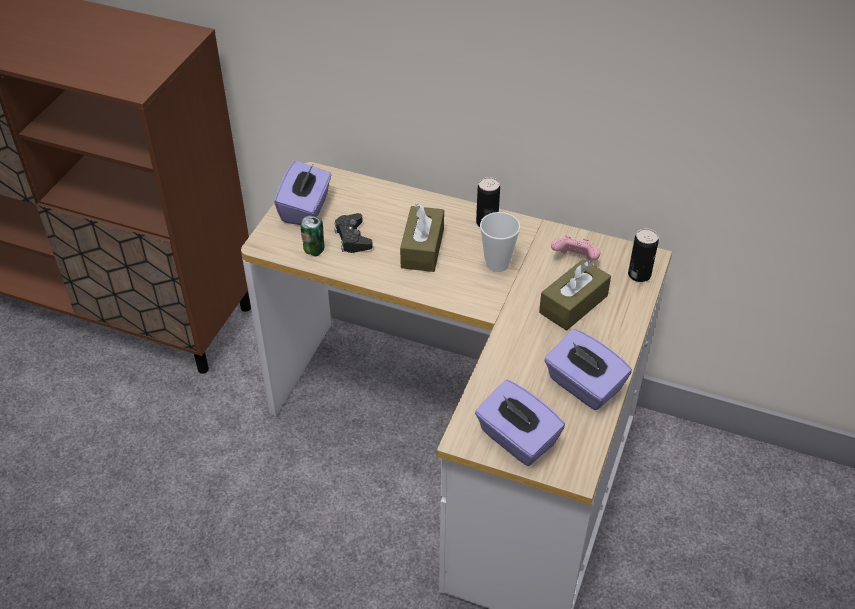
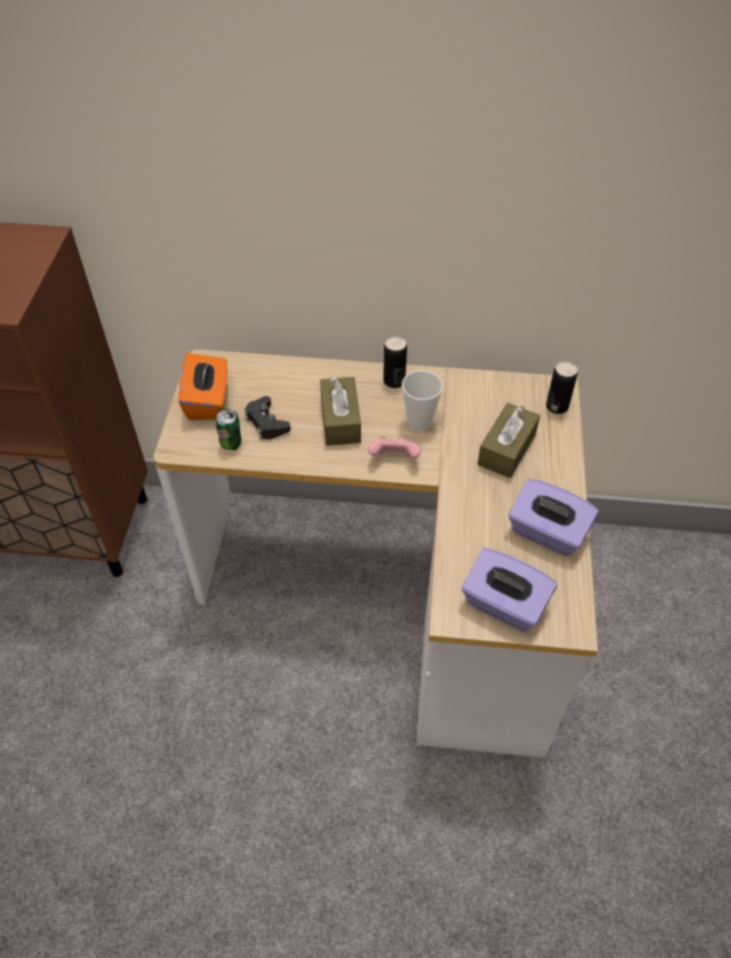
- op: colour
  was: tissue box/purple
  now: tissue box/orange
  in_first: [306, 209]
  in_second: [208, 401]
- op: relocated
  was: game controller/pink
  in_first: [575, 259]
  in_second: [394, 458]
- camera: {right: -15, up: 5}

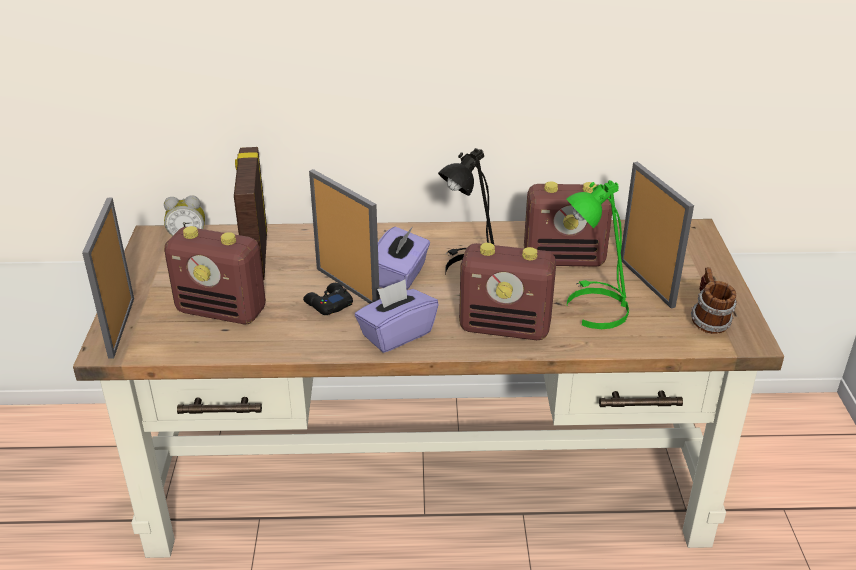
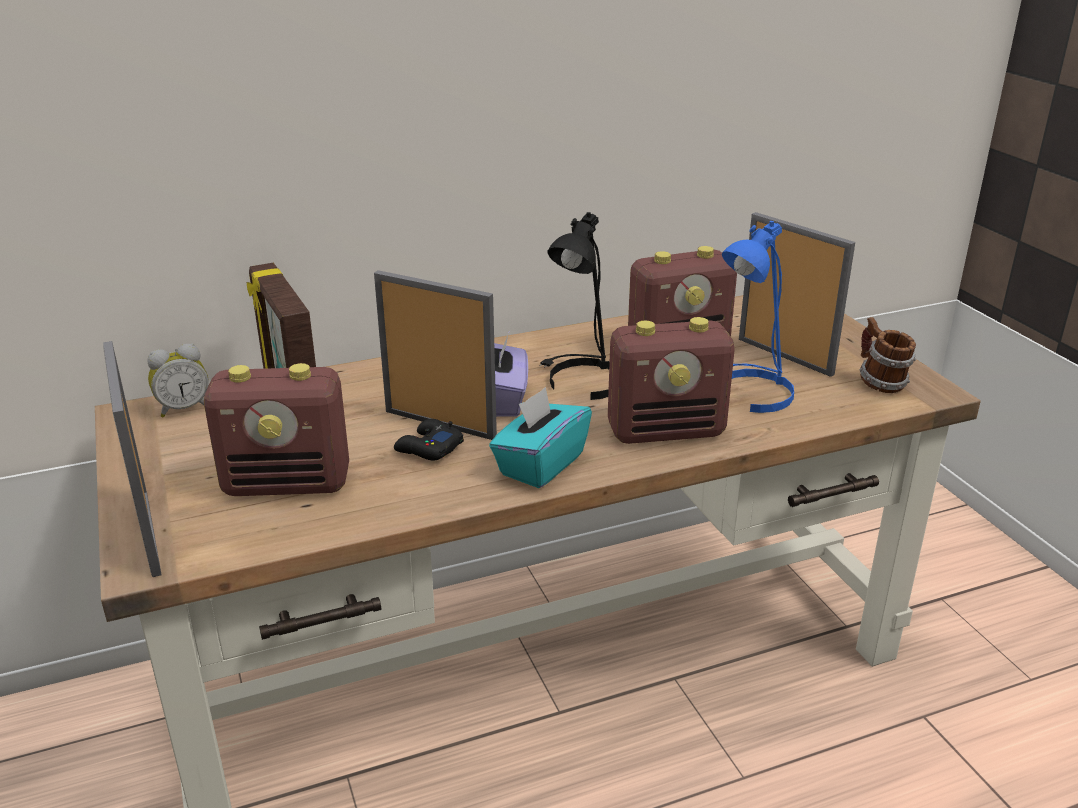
- op: colour
  was: tissue box/purple
  now: tissue box/turquoise
  in_first: [396, 334]
  in_second: [540, 464]
- op: colour
  was: table lamp/green
  now: table lamp/blue
  in_first: [594, 308]
  in_second: [749, 391]
- camera: {right: -20, up: -5}

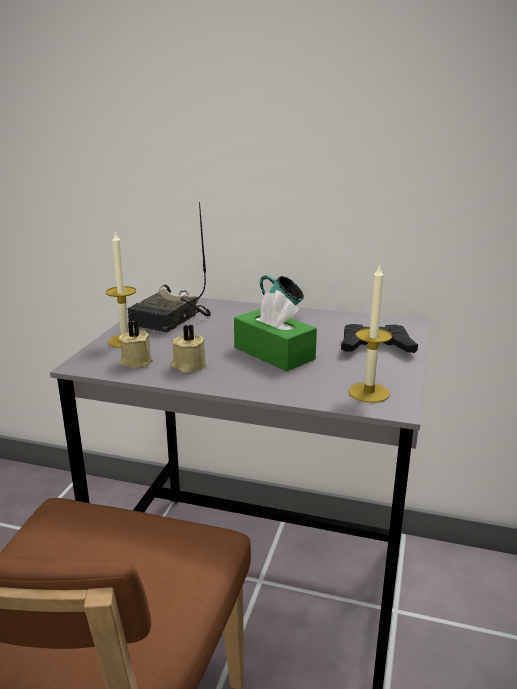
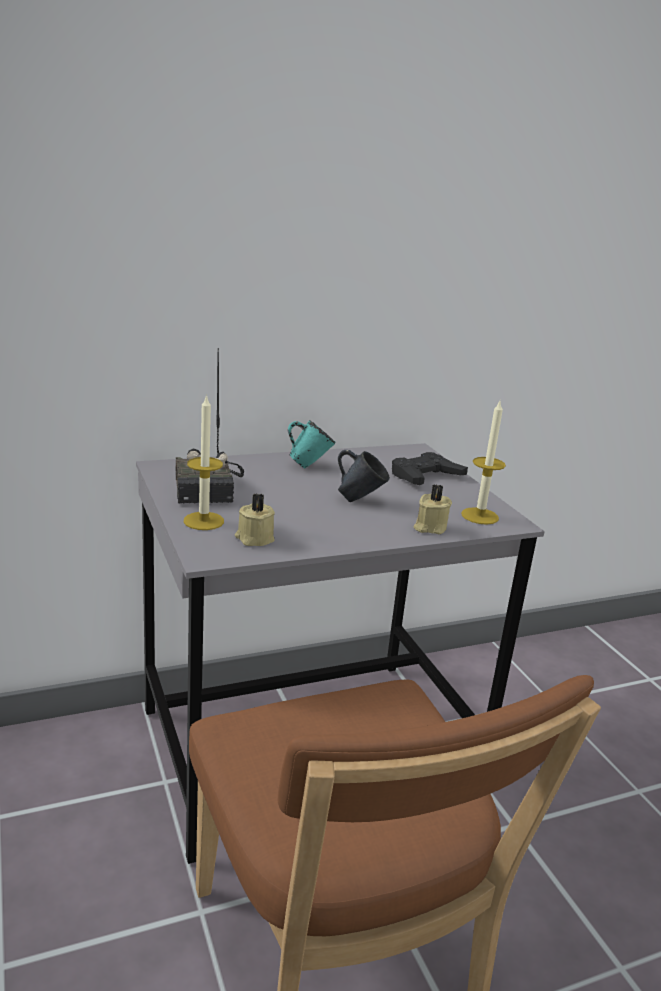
- op: exchanged
  was: tissue box/green
  now: mug/blue
  in_first: [274, 353]
  in_second: [360, 500]
- op: relocated
  was: candle/beige
  in_first: [188, 366]
  in_second: [429, 527]
- camera: {right: -40, up: 0}

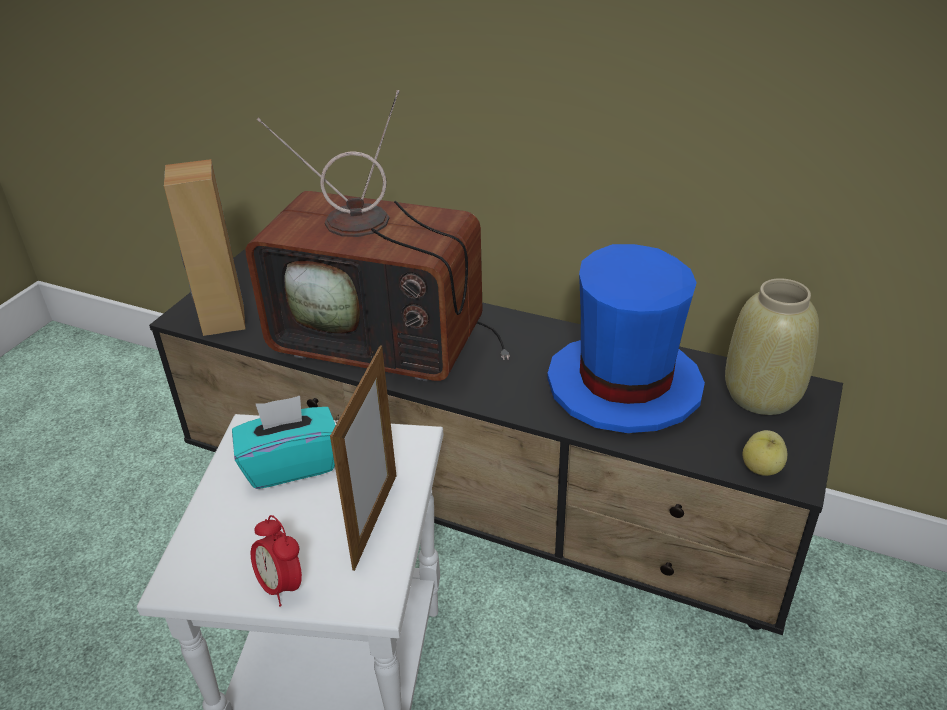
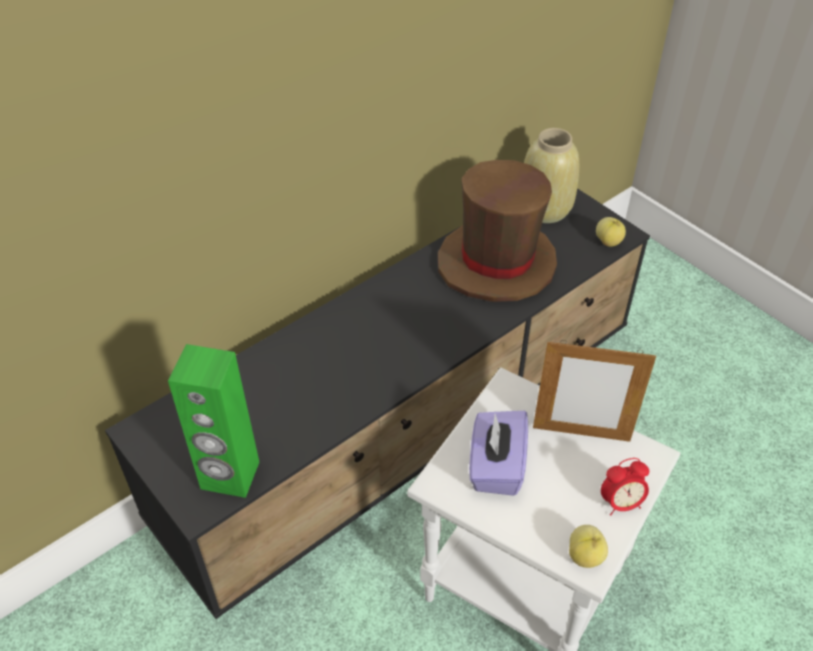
- op: colour
  was: speaker/brown
  now: speaker/green
  in_first: [223, 320]
  in_second: [230, 476]
- op: colour
  was: hat/blue
  now: hat/brown
  in_first: [623, 386]
  in_second: [496, 264]
- op: colour
  was: tissue box/turquoise
  now: tissue box/purple
  in_first: [291, 464]
  in_second: [496, 467]
- op: spun
  was: picture frame
  in_first: [375, 520]
  in_second: [581, 434]
  clockwise: 150
- op: appeared
  now: apple
  in_second: [585, 556]
- op: missing
  was: television
  in_first: [386, 341]
- camera: {right: -65, up: 10}

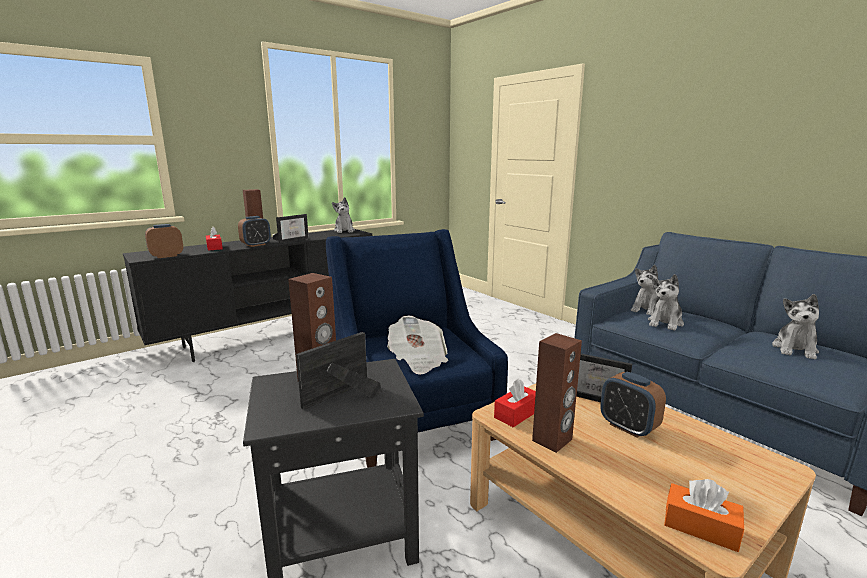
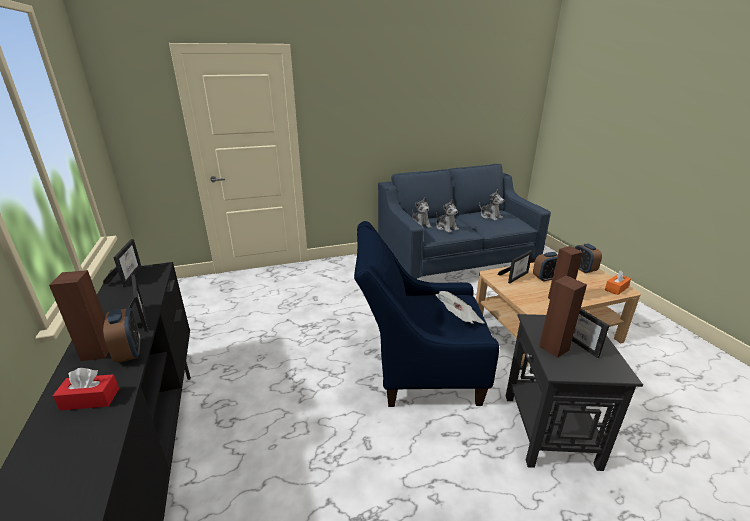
- op: exchanged
  was: plush toy
  now: picture frame
  in_first: [344, 231]
  in_second: [128, 276]
- op: relocated
  was: alarm clock
  in_first: [166, 256]
  in_second: [583, 269]
- op: missing
  was: tissue box/red
  in_first: [517, 414]
- camera: {right: -70, up: 10}

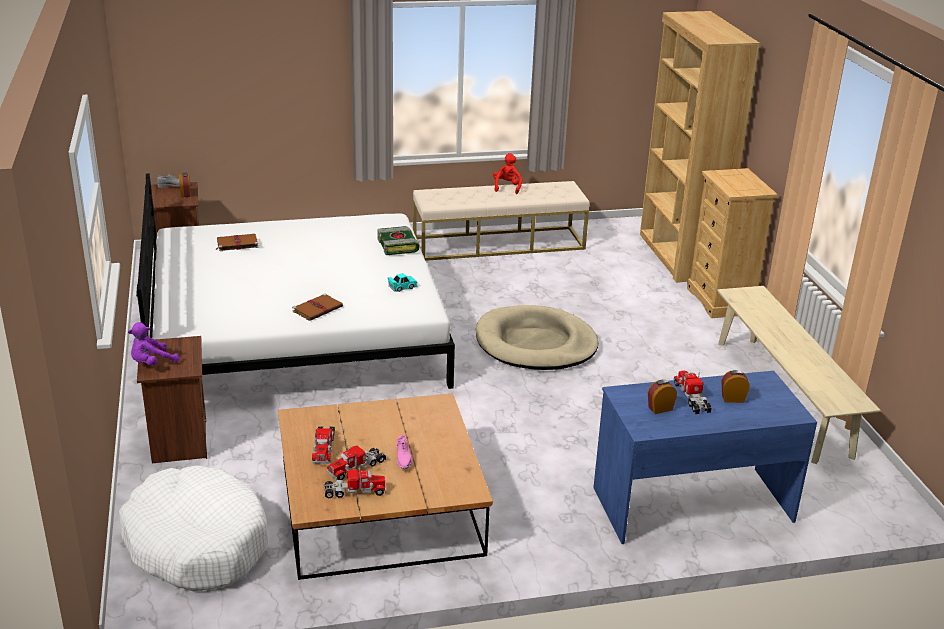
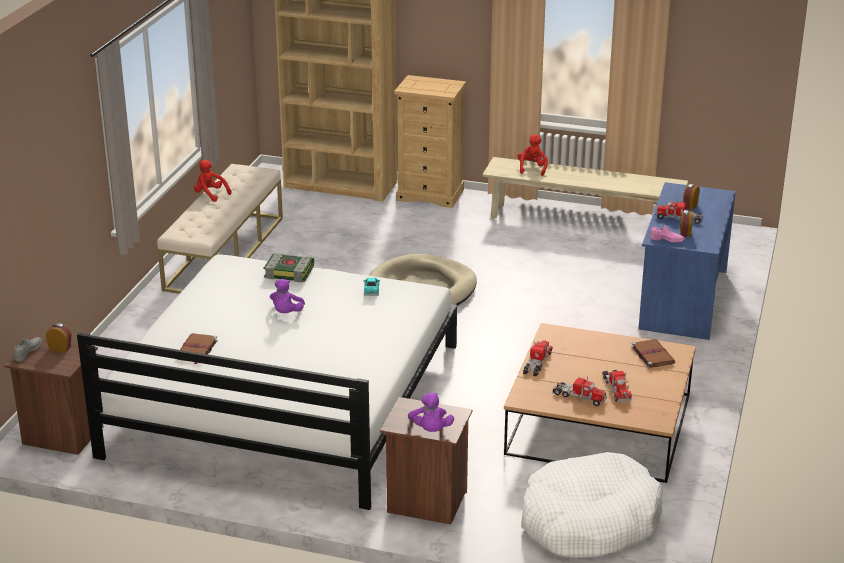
- op: appeared
  now: plush toy/purple
  in_second: [287, 313]
- op: appeared
  now: plush toy/red
  in_second: [532, 168]
- op: relocated
  was: toy truck
  in_first: [354, 491]
  in_second: [537, 363]
- op: relocated
  was: book/brown
  in_first: [318, 309]
  in_second: [652, 355]
- op: relocated
  was: shoe/pink
  in_first: [403, 459]
  in_second: [667, 240]
- camera: {right: -60, up: 0}

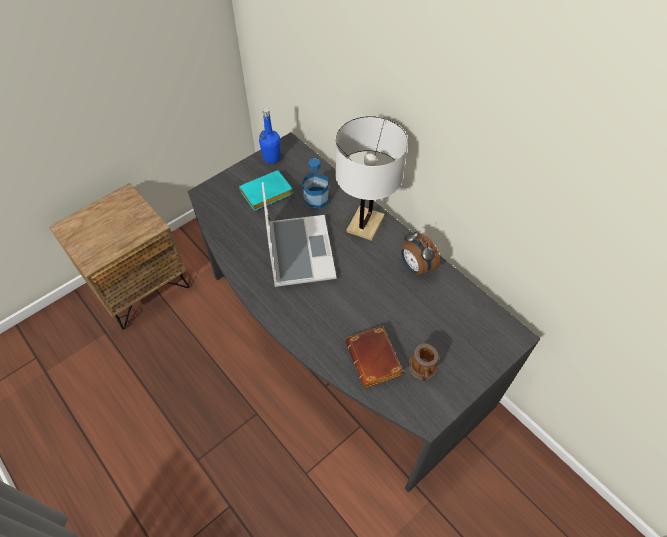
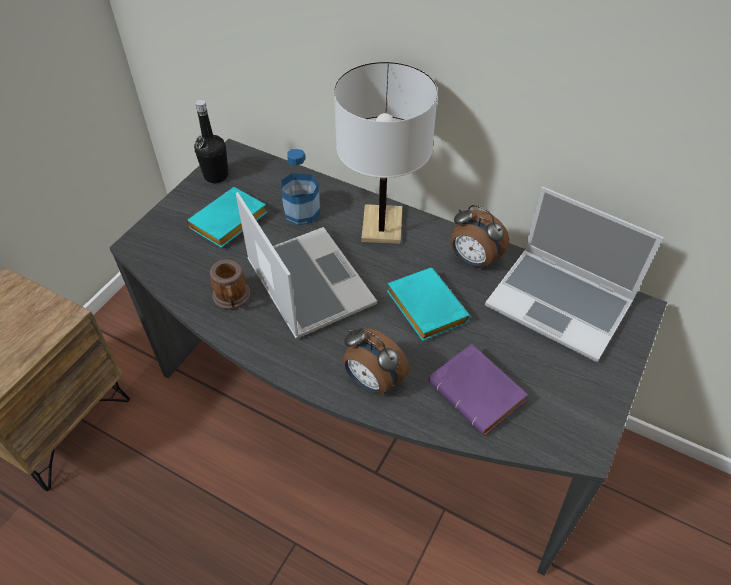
- op: colour
  was: bottle/blue
  now: bottle/black
  in_first: [271, 158]
  in_second: [216, 176]
- op: relocated
  was: mug
  in_first: [422, 370]
  in_second: [232, 299]
- op: appeared
  now: alarm clock
  in_second: [372, 382]
- op: appeared
  now: book/turquoise
  in_second: [423, 307]
- op: colour
  was: book/brown
  now: book/purple
  in_first: [375, 360]
  in_second: [479, 393]
- op: appeared
  now: laptop
  in_second: [560, 304]
- camera: {right: -20, up: -5}

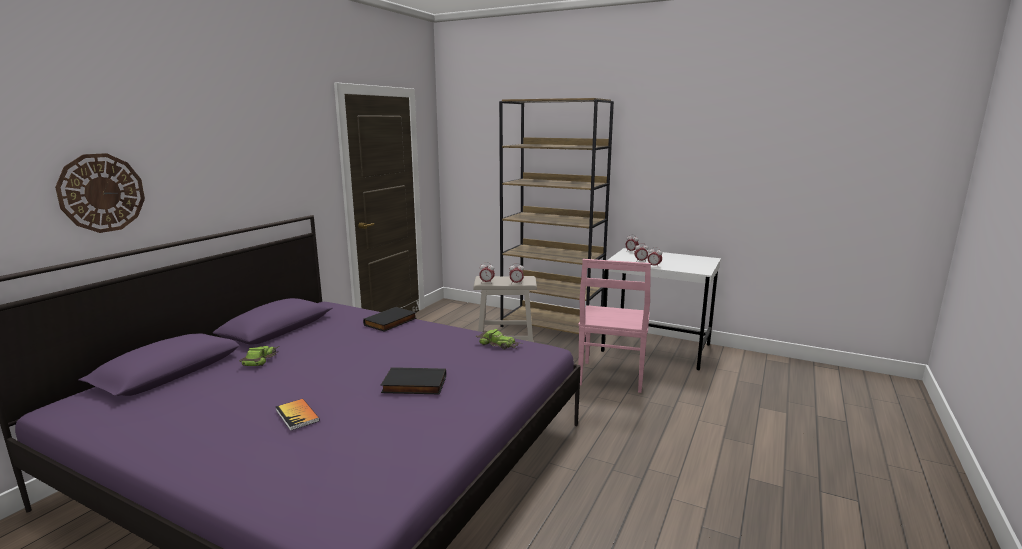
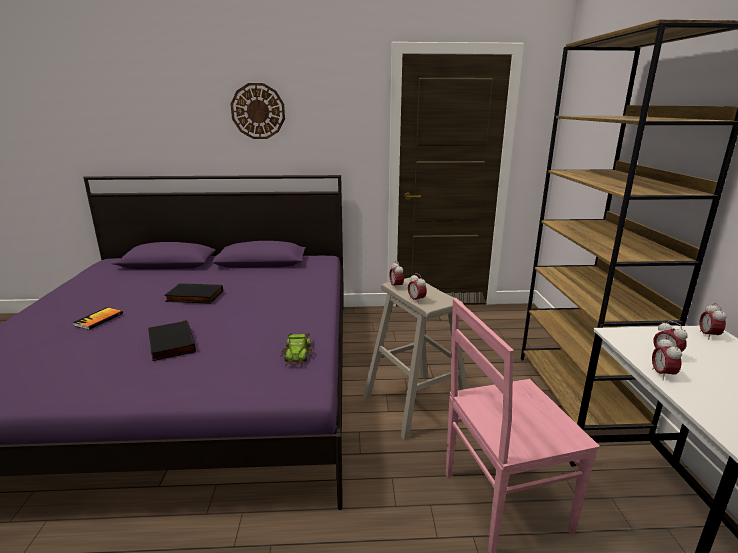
- op: relocated
  was: book/black
  in_first: [391, 322]
  in_second: [194, 297]
- op: relocated
  was: wall clock
  in_first: [101, 193]
  in_second: [258, 111]
- op: missing
  was: toy car
  in_first: [260, 359]
- camera: {right: 60, up: 5}

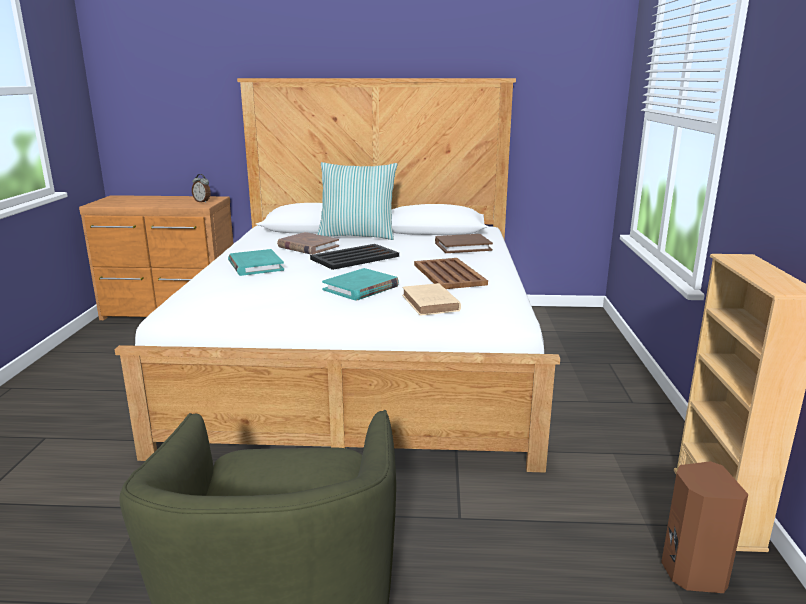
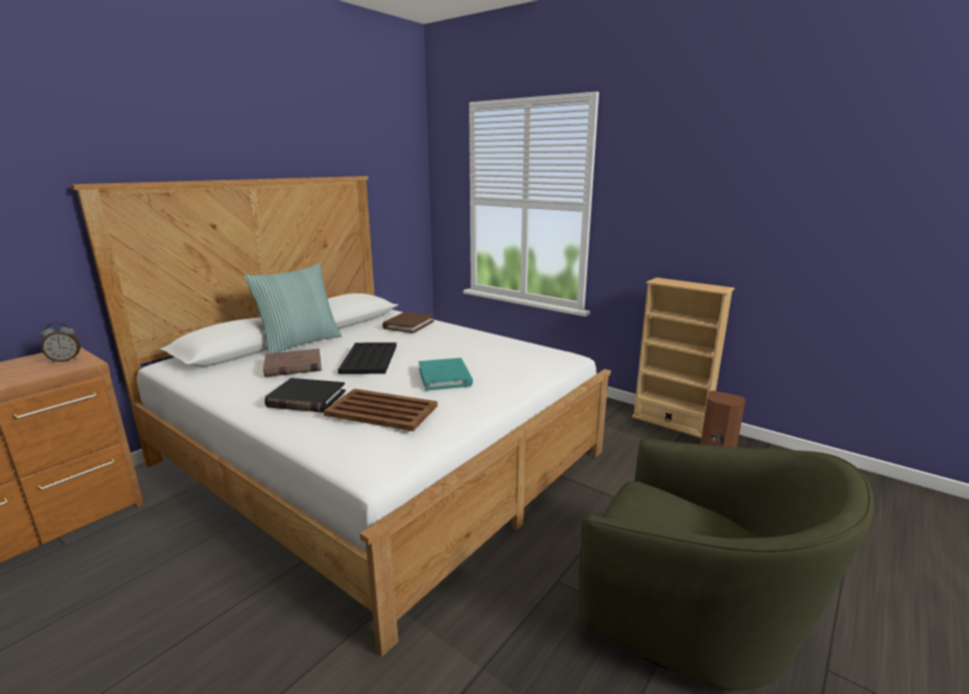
- op: colour
  was: book/turquoise
  now: book/black
  in_first: [255, 266]
  in_second: [306, 399]
- op: relocated
  was: tray/brown
  in_first: [449, 274]
  in_second: [380, 410]
- op: missing
  was: book/beige
  in_first: [431, 304]
- camera: {right: -55, up: 0}

